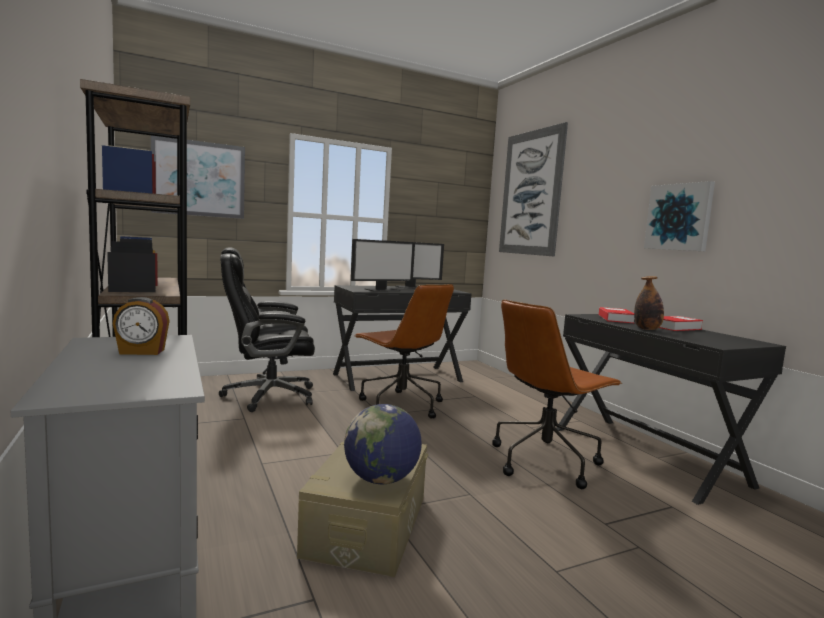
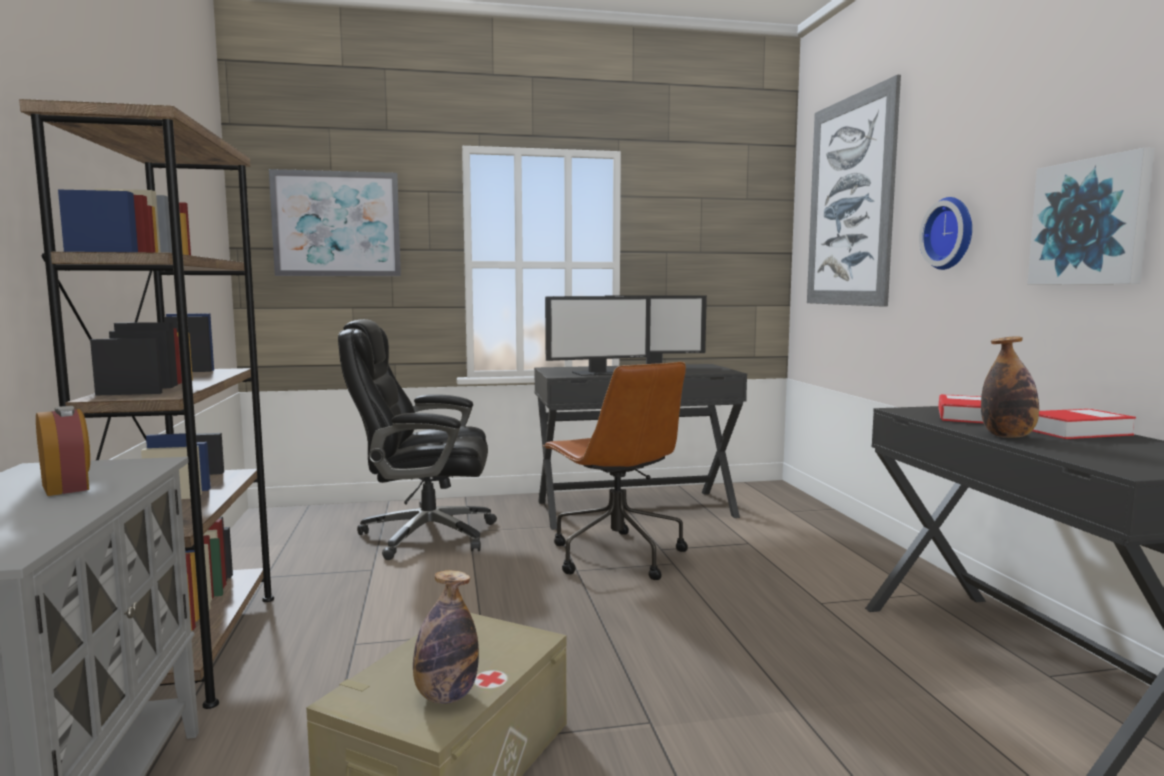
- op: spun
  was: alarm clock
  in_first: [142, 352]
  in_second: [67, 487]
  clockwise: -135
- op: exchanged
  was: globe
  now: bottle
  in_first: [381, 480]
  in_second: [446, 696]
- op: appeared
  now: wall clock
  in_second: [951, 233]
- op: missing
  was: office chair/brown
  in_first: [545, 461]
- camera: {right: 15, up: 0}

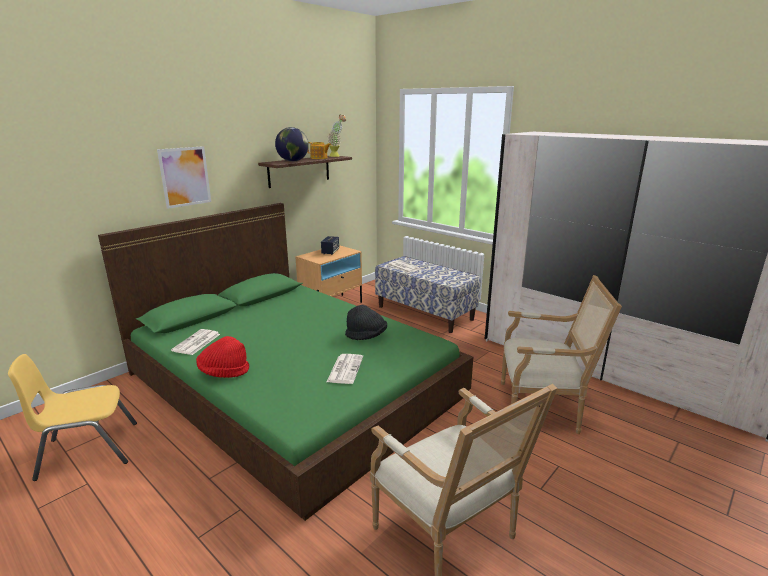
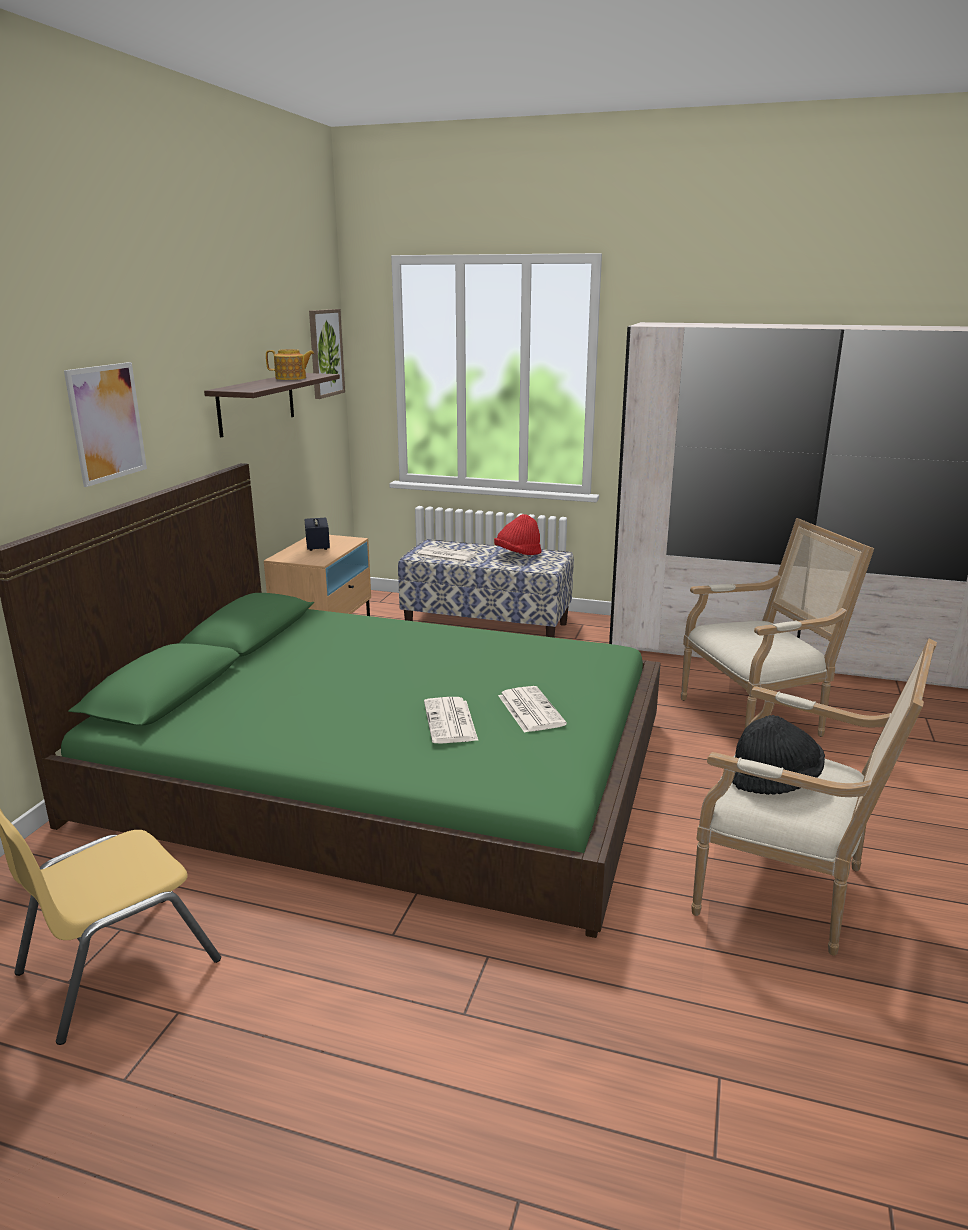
- op: appeared
  now: picture
  in_second: [325, 353]
- op: relocated
  was: newspaper
  in_first: [196, 343]
  in_second: [451, 722]
- op: relocated
  was: hat/red
  in_first: [224, 372]
  in_second: [517, 554]
- op: relocated
  was: hat/black
  in_first: [366, 336]
  in_second: [774, 780]
- op: missing
  was: globe
  in_first: [293, 161]
- op: missing
  was: potted plant
  in_first: [337, 156]
- camera: {right: -25, up: 0}

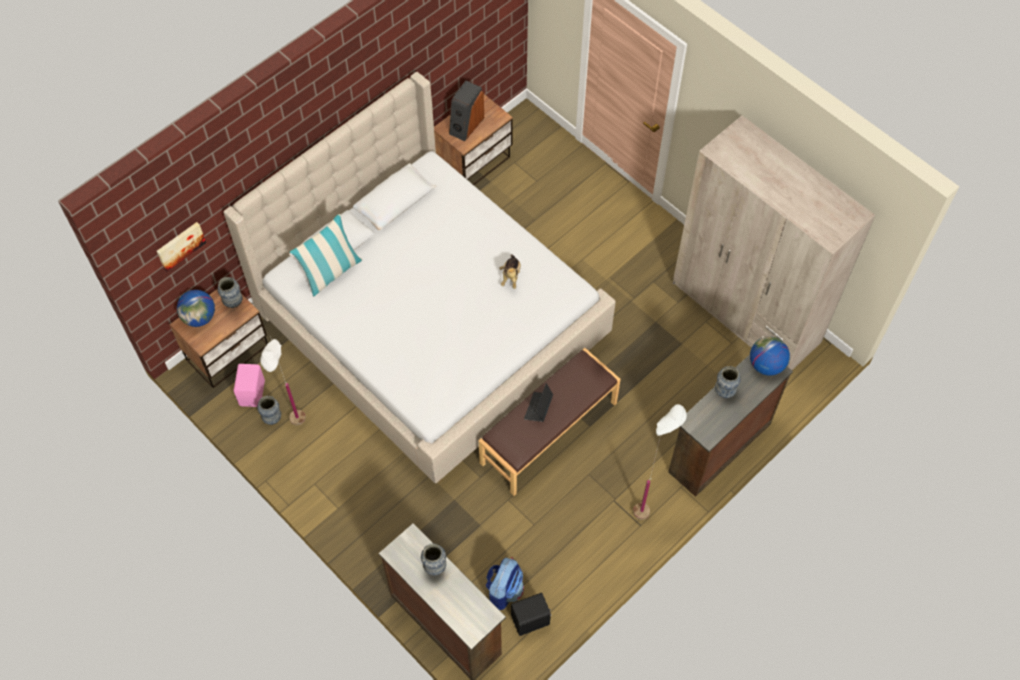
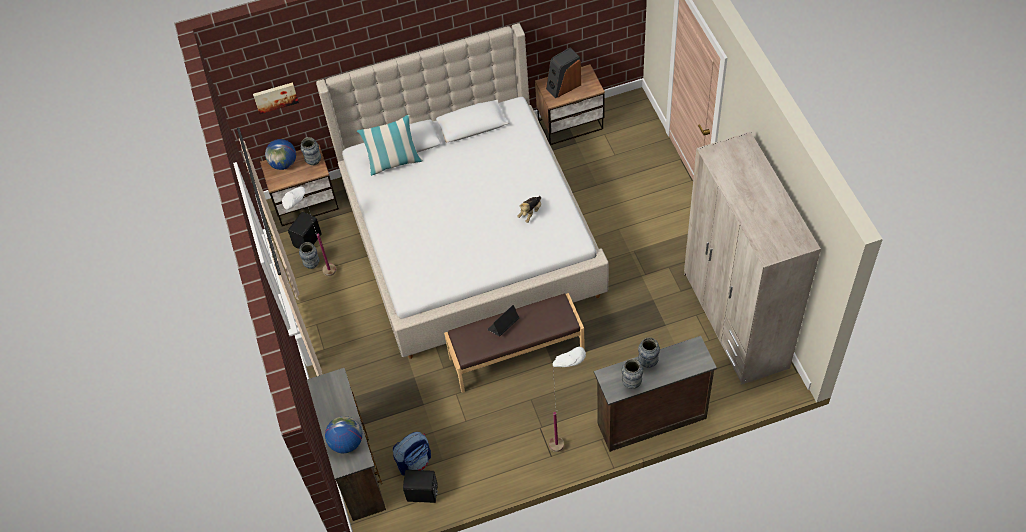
- op: colour
  was: speaker/pink
  now: speaker/black
  in_first: [253, 393]
  in_second: [308, 240]
- op: relocated
  was: globe
  in_first: [766, 365]
  in_second: [346, 442]
- op: relocated
  was: vase
  in_first: [435, 567]
  in_second: [631, 383]
- camera: {right: 30, up: -5}

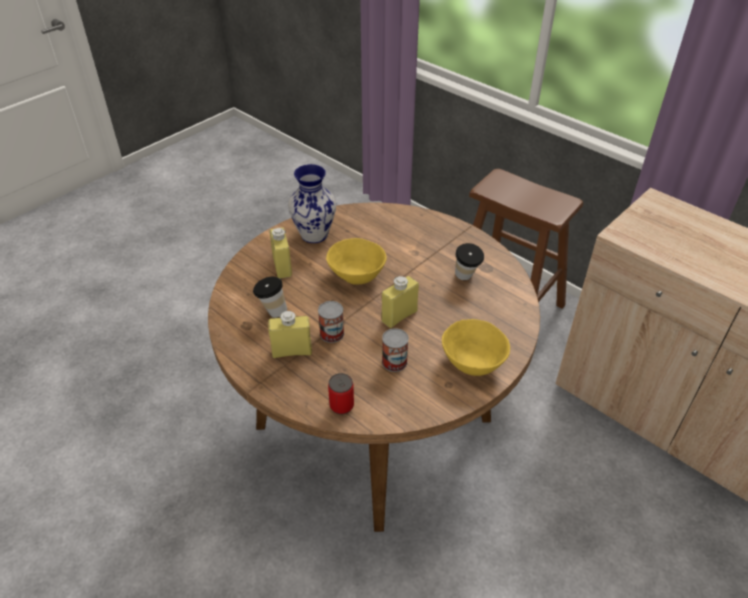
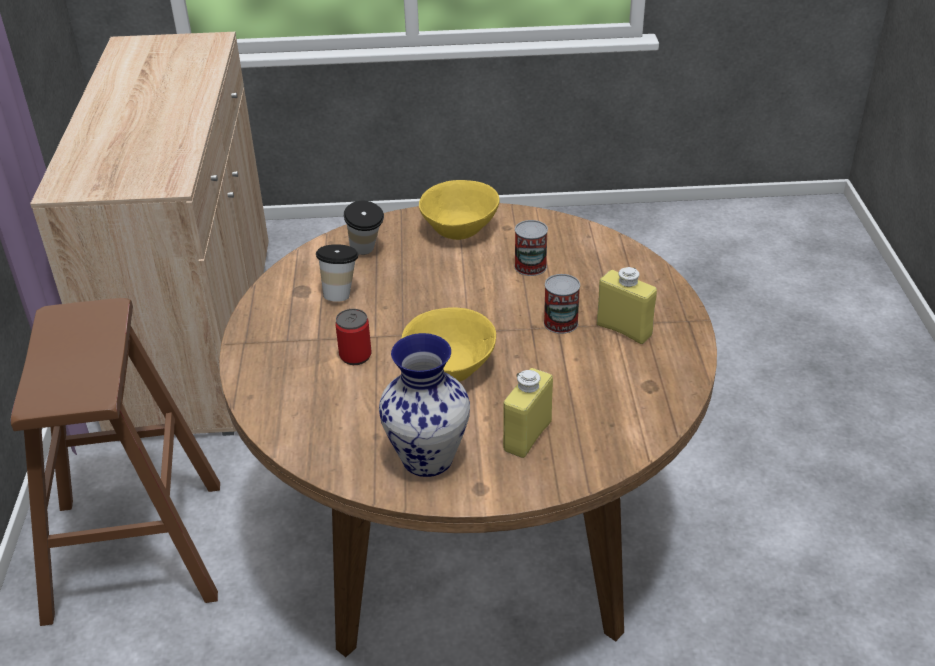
- op: relocated
  was: can
  in_first: [341, 405]
  in_second: [355, 356]
- op: relocated
  was: cup
  in_first: [272, 311]
  in_second: [366, 252]
- op: missing
  was: bottle/yellow
  in_first: [399, 316]
- camera: {right: -135, up: -5}

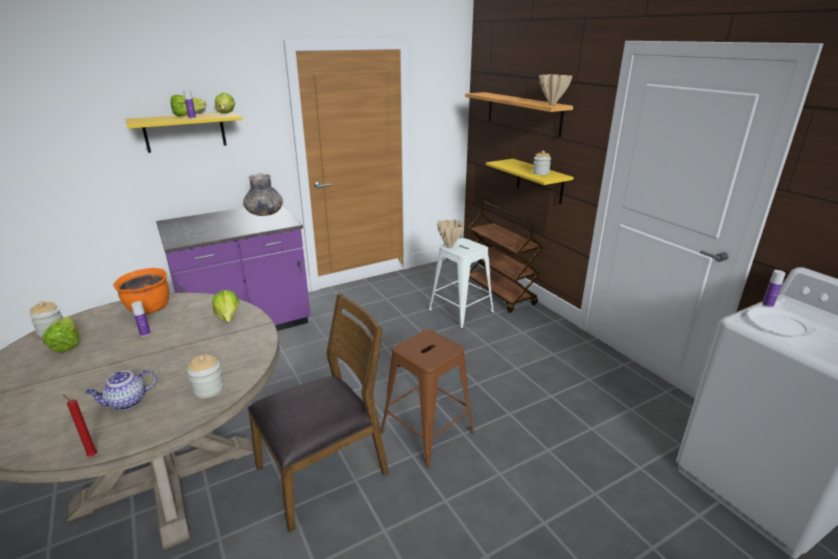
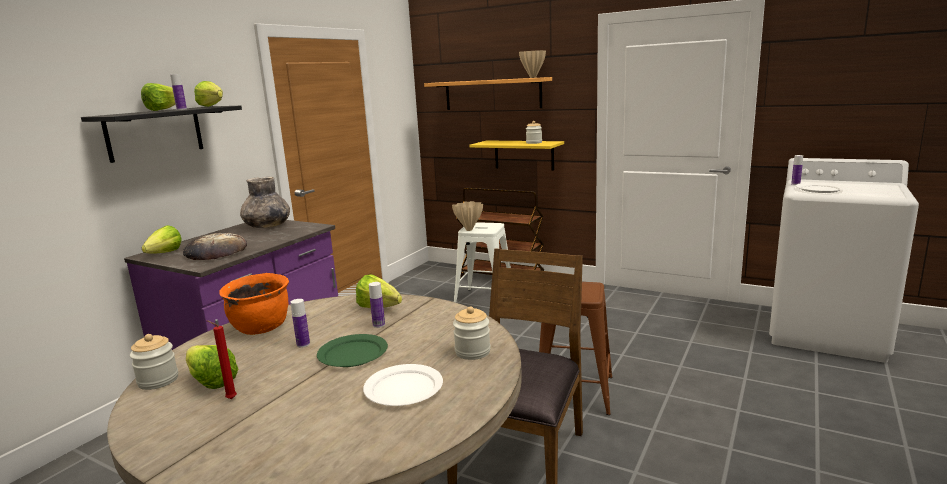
- op: colour
  was: shelf/yellow
  now: shelf/black
  in_first: [185, 132]
  in_second: [155, 133]
- op: appeared
  now: lettuce
  in_second: [161, 255]
- op: appeared
  now: bread
  in_second: [216, 252]
- op: relocated
  was: candle/red
  in_first: [91, 455]
  in_second: [229, 399]
- op: appeared
  now: plate/green
  in_second: [353, 354]
- op: exchanged
  was: teapot
  now: plate/white
  in_first: [127, 402]
  in_second: [404, 389]
- op: appeared
  now: bottle
  in_second: [379, 325]
- camera: {right: -30, up: -10}

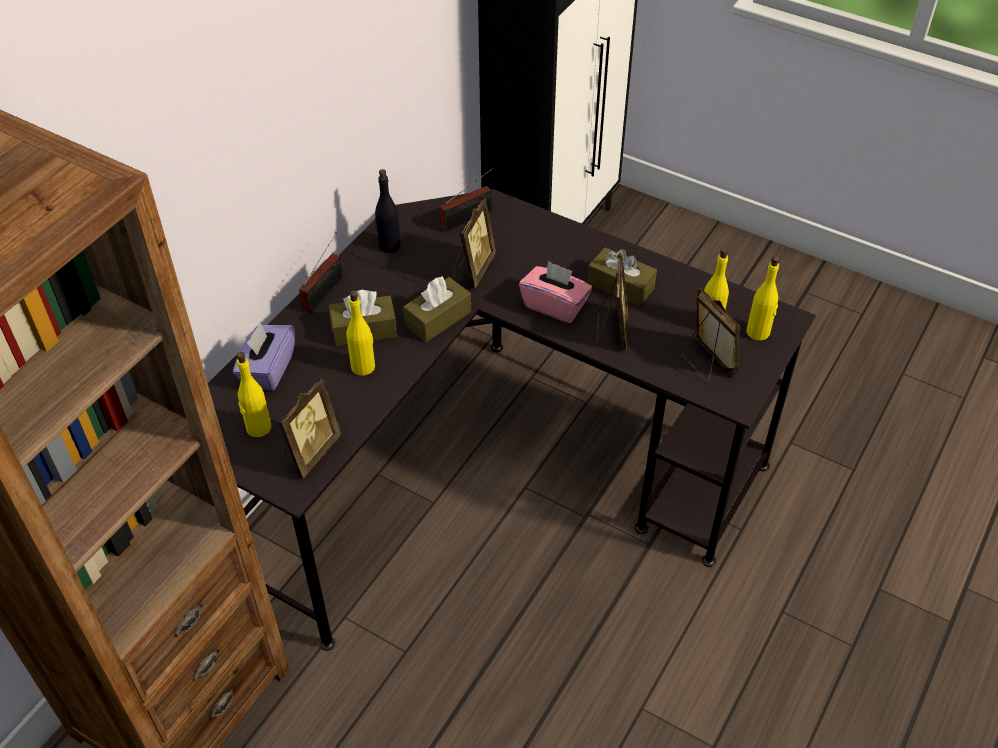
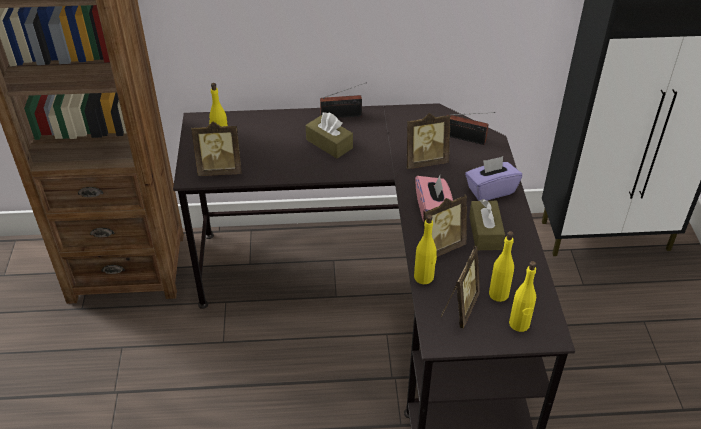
- op: relocated
  was: bottle/yellow
  in_first: [363, 367]
  in_second: [424, 277]
- op: relocated
  was: tissue box/purple
  in_first: [268, 369]
  in_second: [490, 190]
- op: missing
  was: bottle/black
  in_first: [389, 245]
- op: missing
  was: tissue box/brown
  in_first: [438, 318]
- camera: {right: 55, up: -5}

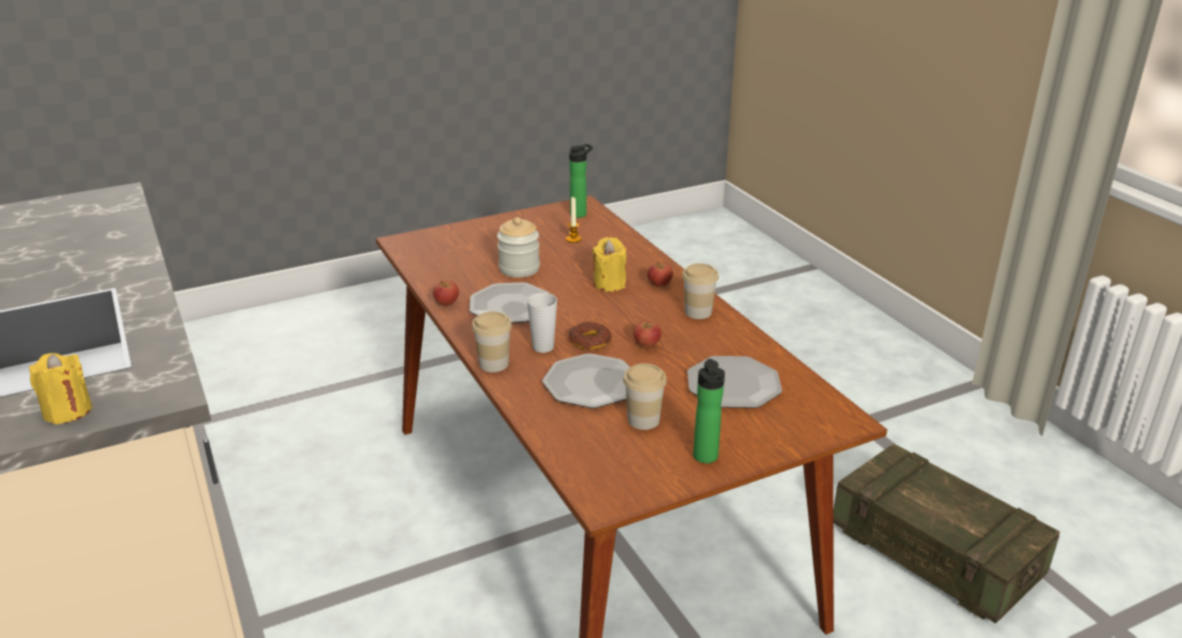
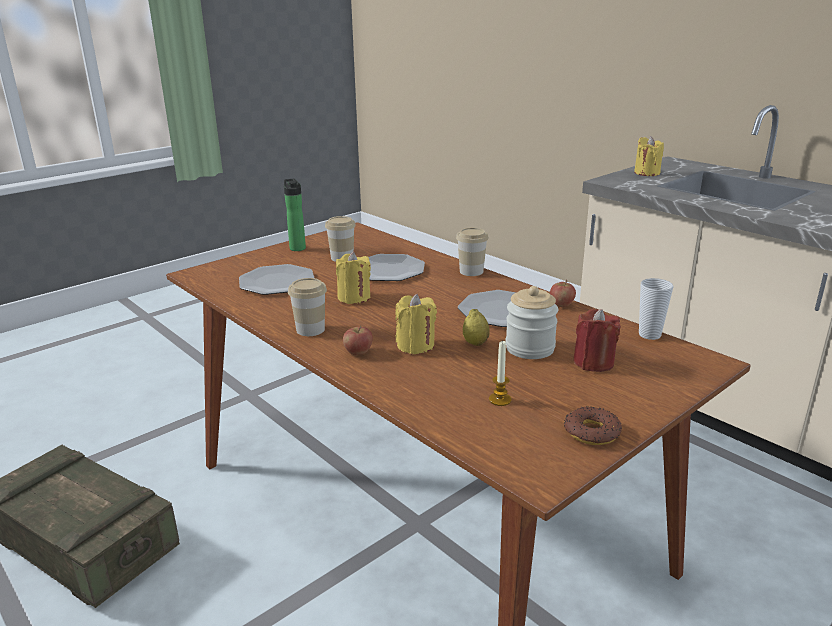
- op: exchanged
  was: apple
  now: candle/yellow
  in_first: [646, 345]
  in_second: [354, 297]
- op: appeared
  now: lemon
  in_second: [475, 343]
- op: relocated
  was: donut
  in_first: [590, 341]
  in_second: [591, 432]
- op: appeared
  now: candle/red
  in_second: [593, 362]
- op: relocated
  was: cup
  in_first: [543, 347]
  in_second: [649, 335]
- op: missing
  was: bottle
  in_first: [580, 214]
- camera: {right: 165, up: -5}

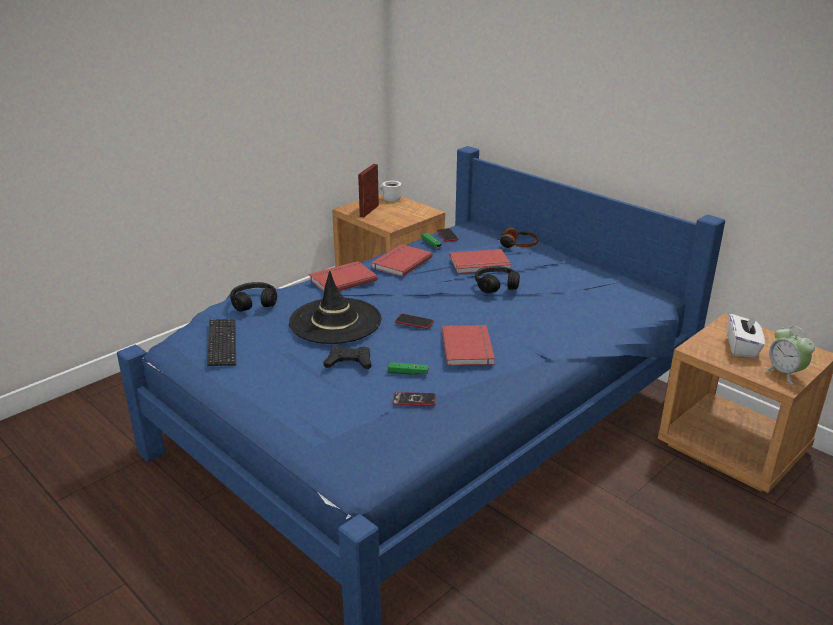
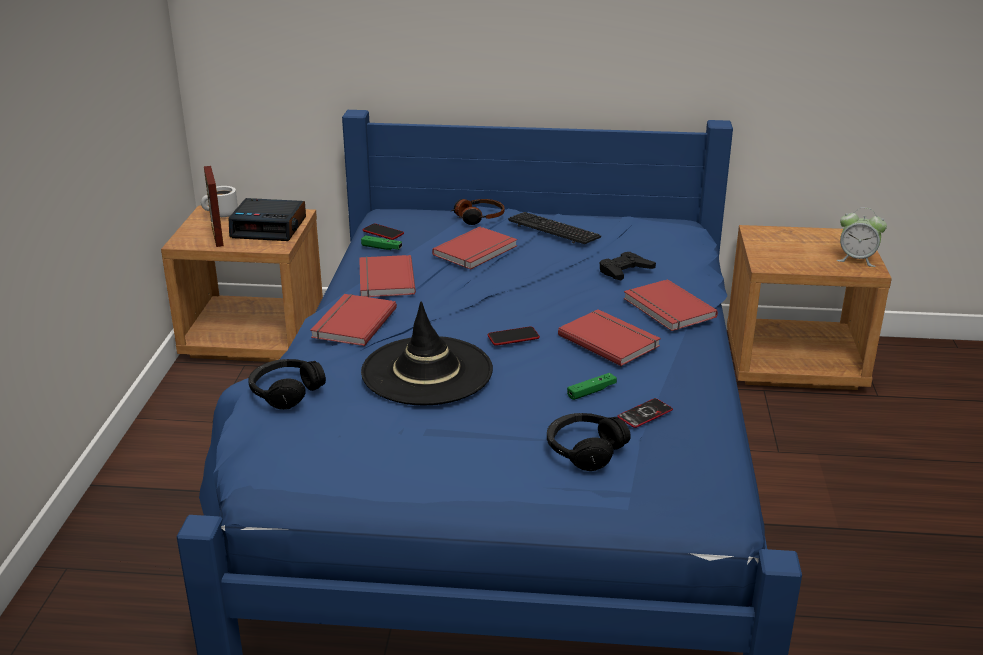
- op: appeared
  now: alarm clock
  in_second: [269, 228]
- op: relocated
  was: keyboard
  in_first: [222, 343]
  in_second: [553, 230]
- op: relocated
  was: headphones/black
  in_first: [496, 285]
  in_second: [584, 450]
- op: relocated
  was: game controller/black
  in_first: [349, 362]
  in_second: [625, 271]
- op: appeared
  now: book/red
  in_second: [667, 309]
- op: missing
  was: tissue box/white
  in_first: [742, 347]
- camera: {right: -40, up: 0}

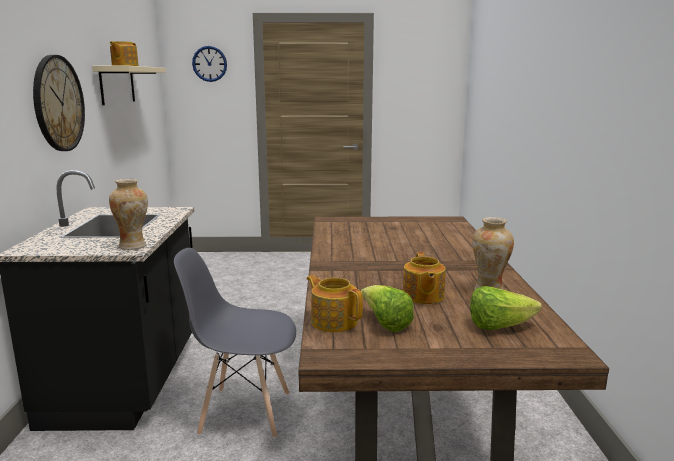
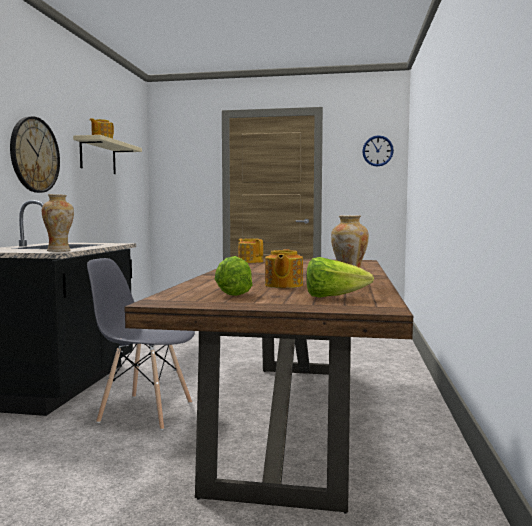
- op: relocated
  was: teapot
  in_first: [334, 321]
  in_second: [250, 261]
- op: relocated
  was: wall clock
  in_first: [209, 64]
  in_second: [377, 151]
- camera: {right: 10, up: -10}

